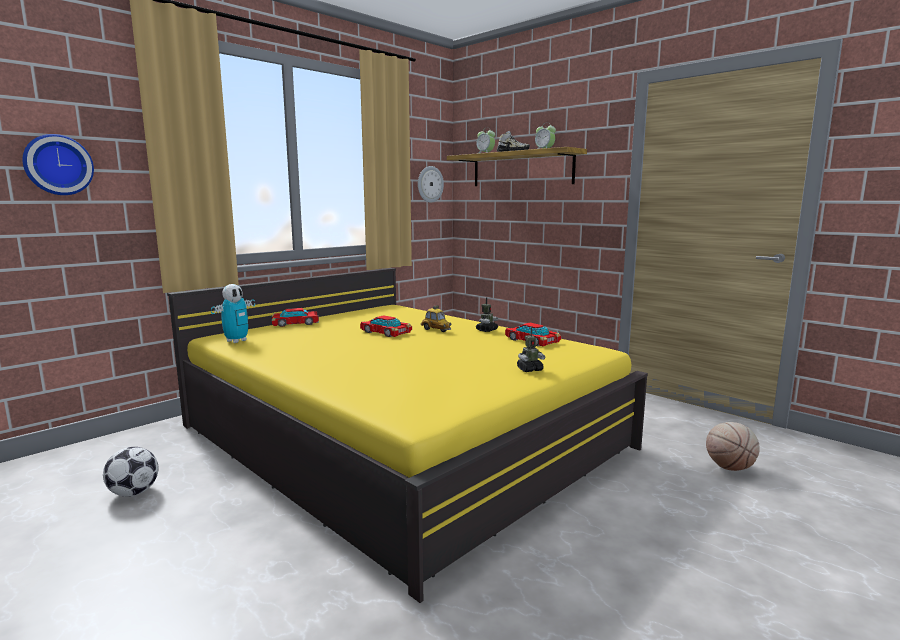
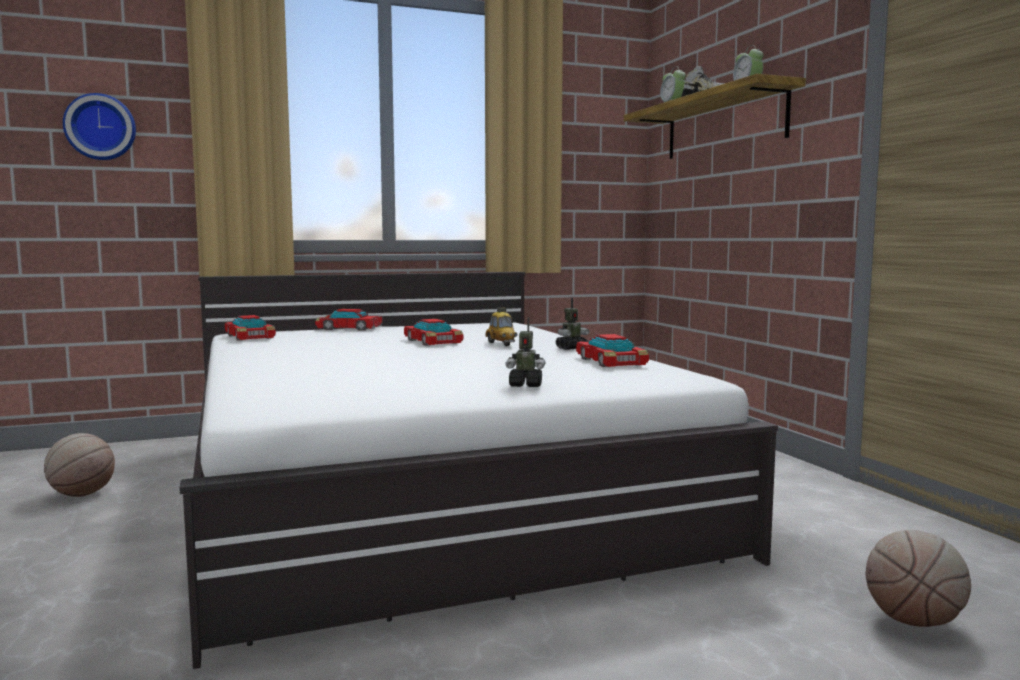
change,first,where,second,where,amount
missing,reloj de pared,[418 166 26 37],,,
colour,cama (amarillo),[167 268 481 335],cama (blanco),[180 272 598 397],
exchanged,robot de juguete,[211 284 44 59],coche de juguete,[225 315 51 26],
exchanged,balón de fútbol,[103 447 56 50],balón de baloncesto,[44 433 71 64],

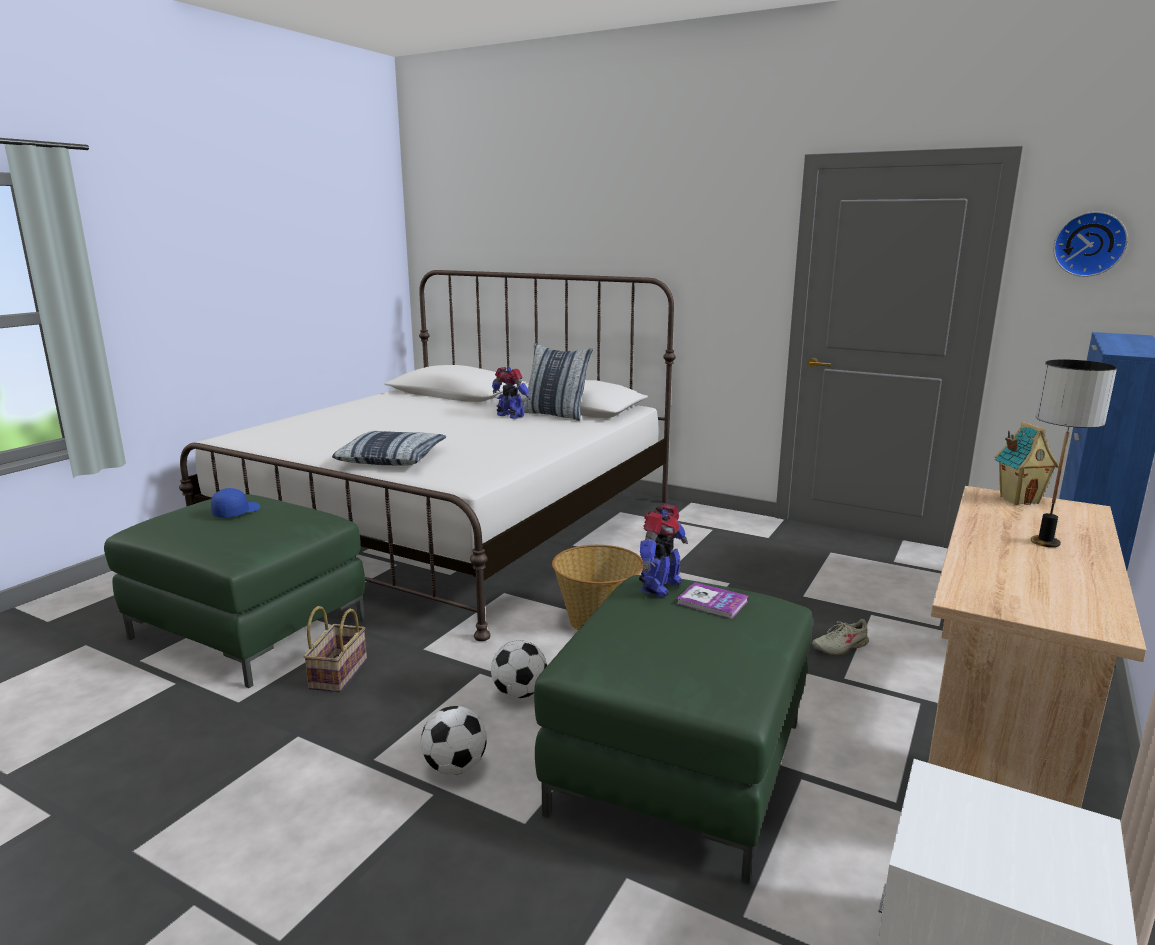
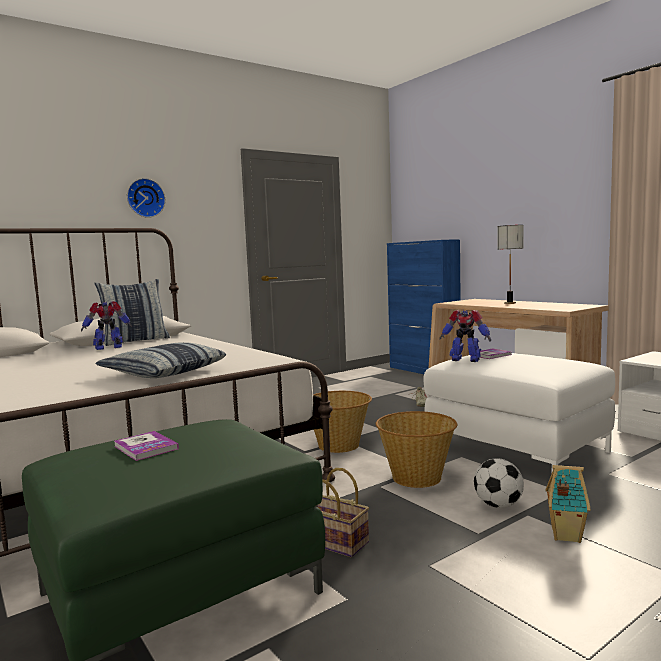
change,first,where,second,where,amount
relocated,reloj de pared,[1053 212 75 65],,[127 178 39 40],
relocated,casita,[994 421 65 84],,[546 465 44 78],
exchanged,gorra (azul),[211 488 49 30],libro,[114 431 65 30],
spun,robot de juguete,[639 504 49 93],,[439 310 52 52],150 degrees clockwise
colour,puf (verde),[534 575 279 309],puf (blanco),[423 353 192 118],
exchanged,balón de fútbol,[491 640 56 58],cesta,[376 411 81 77],

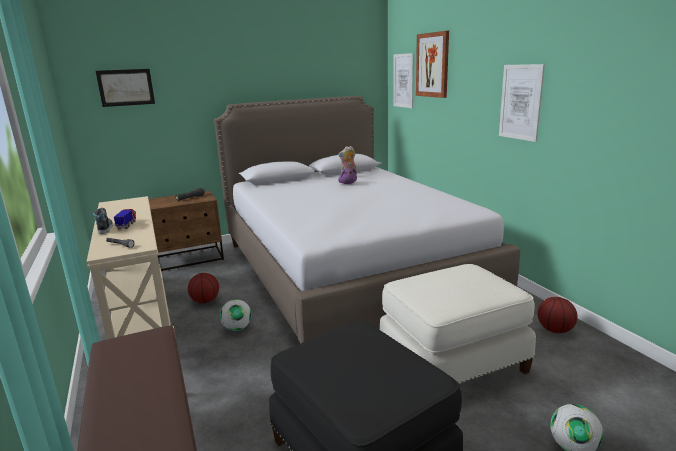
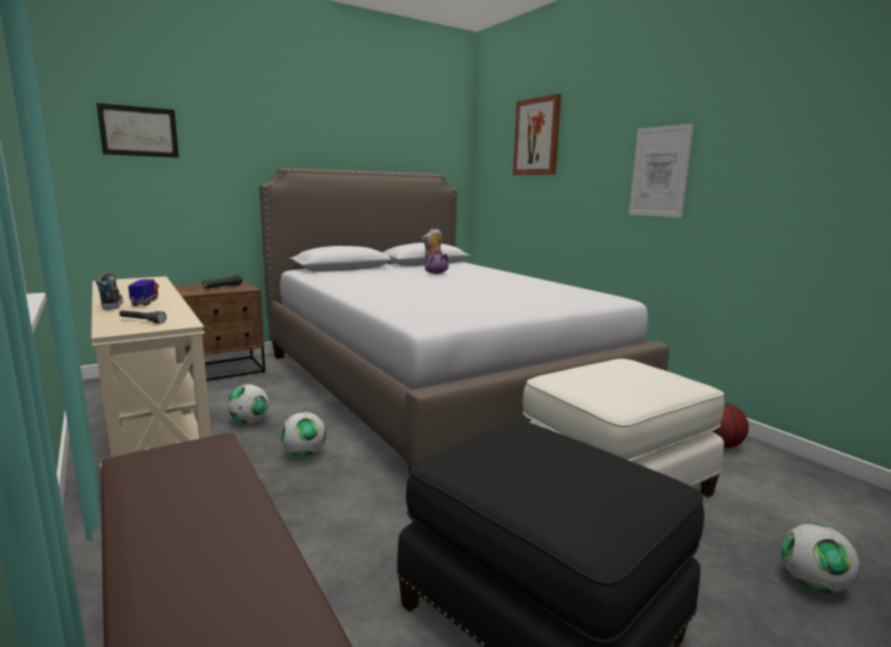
change,first,where,second,where,amount
missing,cuadro,[393 53 21 55],,,
exchanged,balón de baloncesto,[188 273 31 30],balón de fútbol,[228 384 41 39],

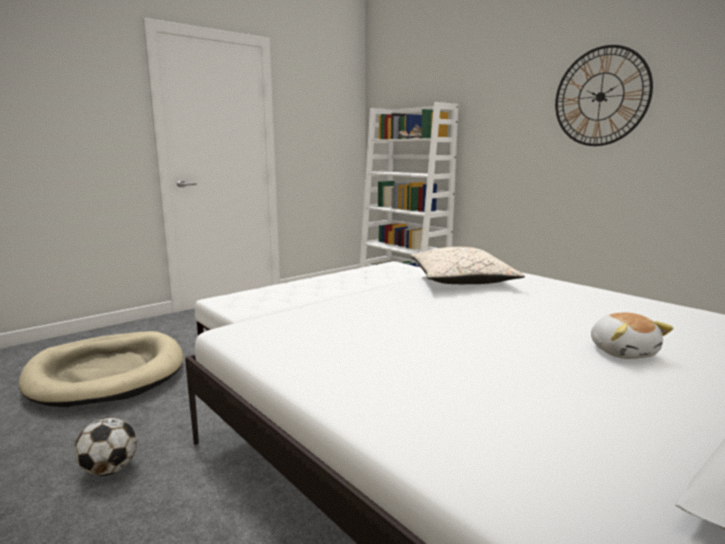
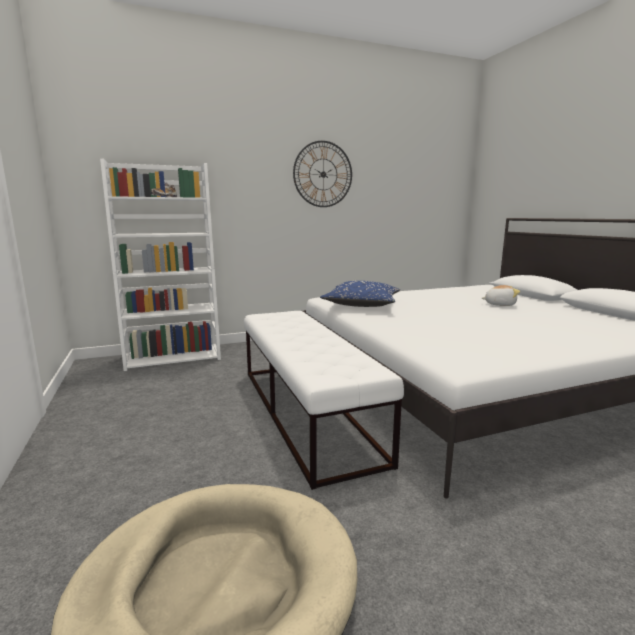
change,first,where,second,where,amount
colour,cojín (beis),[411 247 114 37],cojín (azul),[320 281 80 26],
missing,balón de fútbol,[75 417 62 59],,,

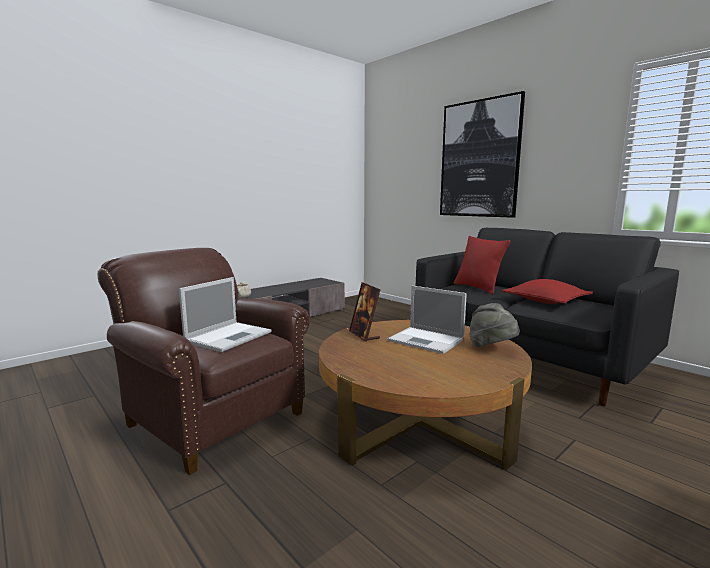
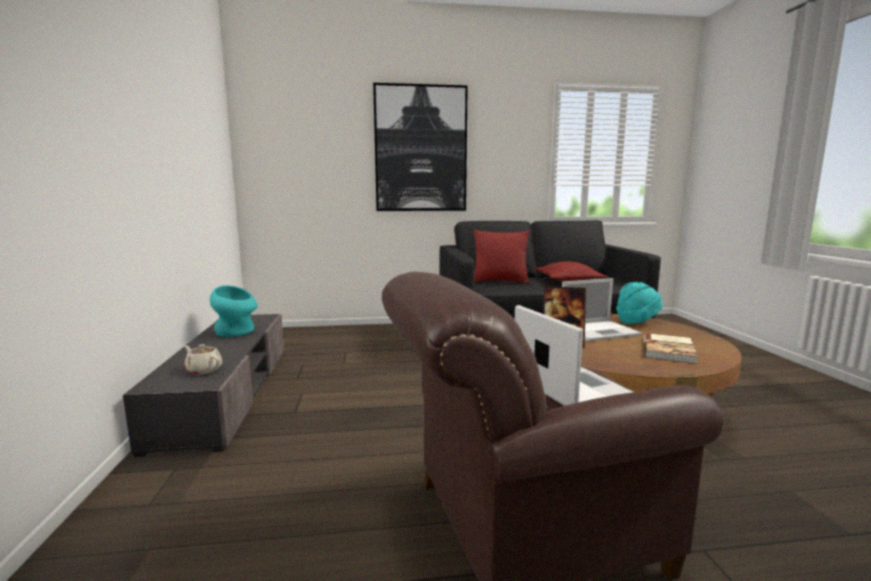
change,first,where,second,where,amount
colour,sombrero (gris),[469 303 51 44],sombrero (turquesa),[616 282 46 42],
appeared,,,florero (turquesa),[210 285 48 52],
appeared,,,libro,[643 333 55 30],

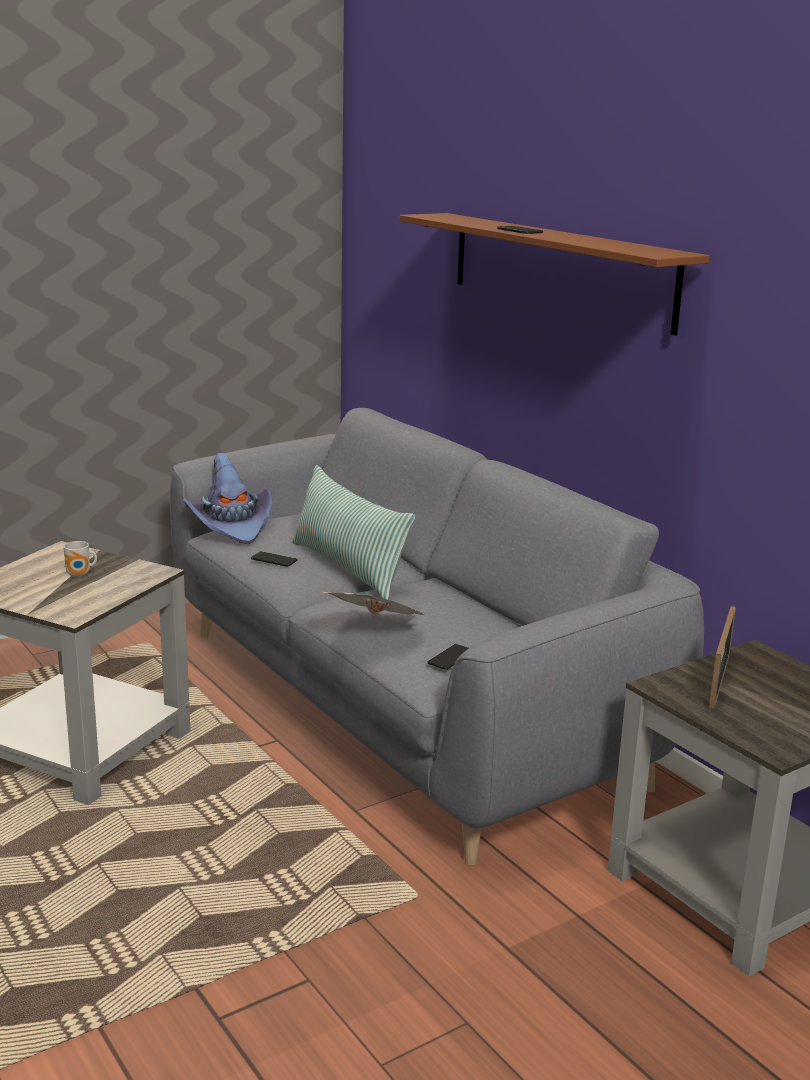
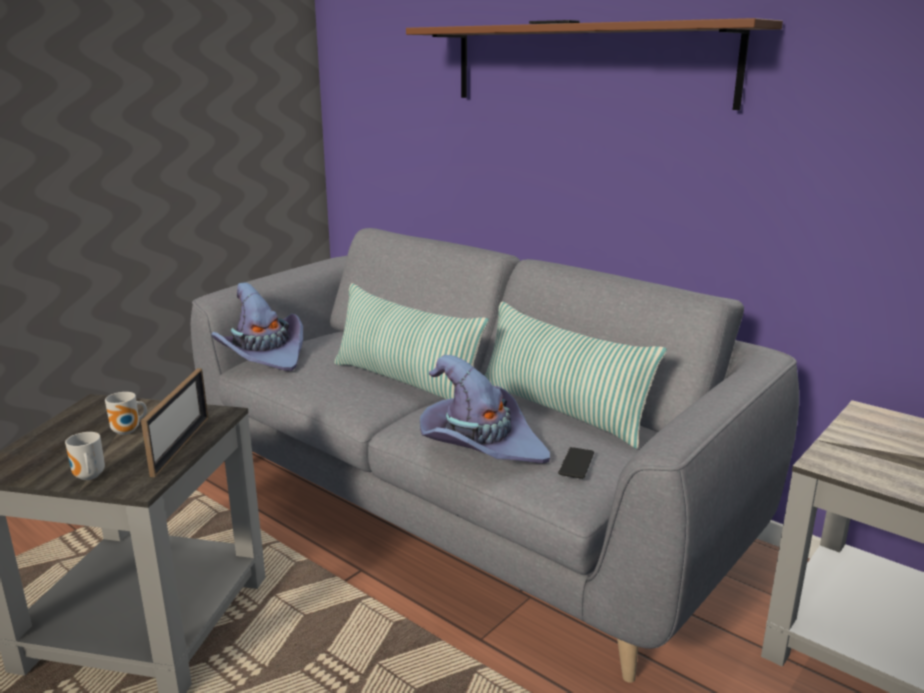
change,first,where,second,where,amount
missing,móvil,[251 551 47 16],,,
exchanged,periódico,[322 592 101 23],sombrero (morado),[420 355 130 109],
relocated,portarretratos,[709 606 27 102],,[141 368 67 109],
appeared,,,cojín,[485 302 182 147],
appeared,,,taza grande,[65 432 40 48],

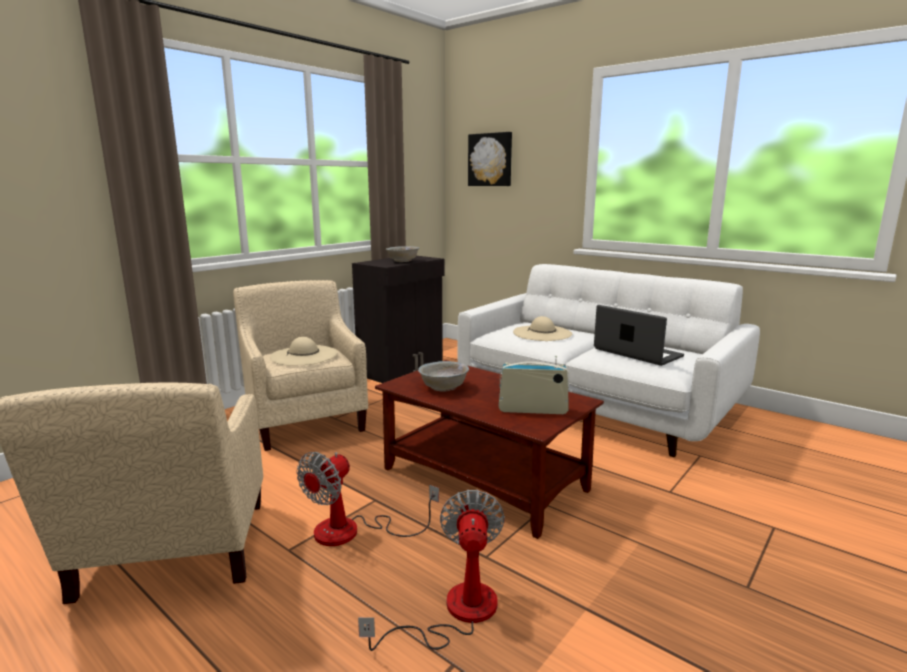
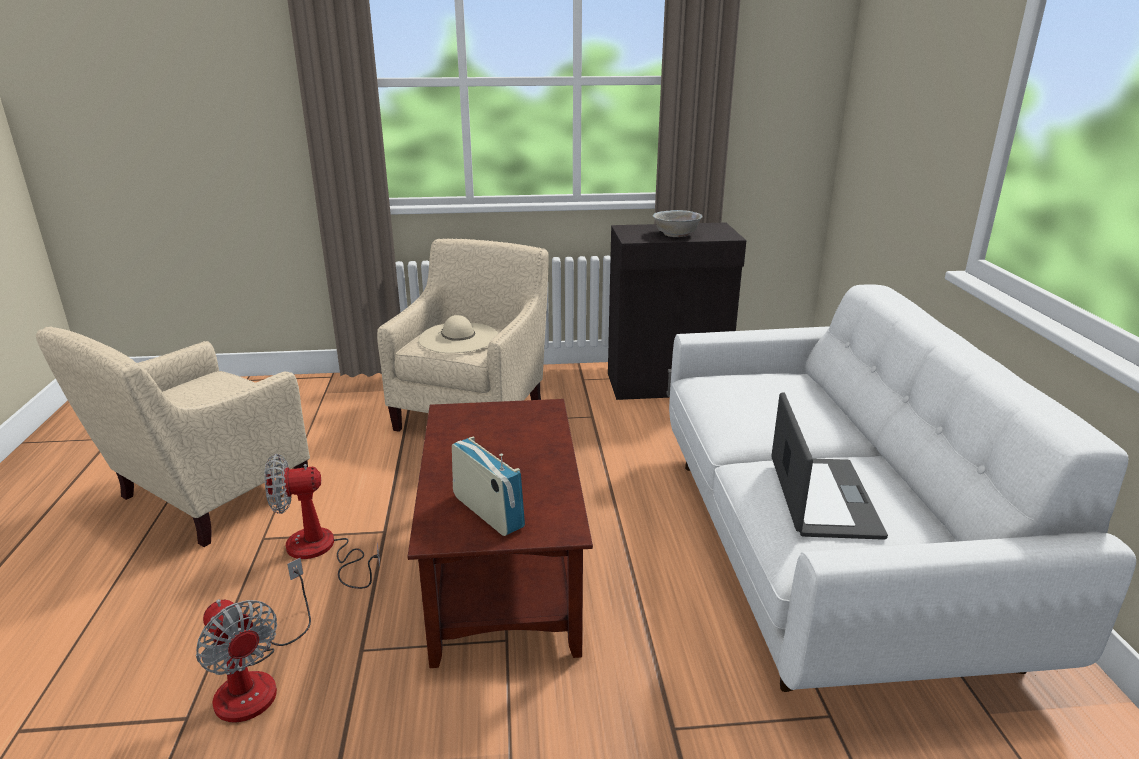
change,first,where,second,where,amount
missing,cuadro,[468 132 44 54],,,
missing,sombrero (beis),[513 316 59 25],,,
missing,cuenco (blanco),[418 361 51 31],,,
spun,ventilador,[358 490 147 161],,[196 558 115 164],90 degrees clockwise

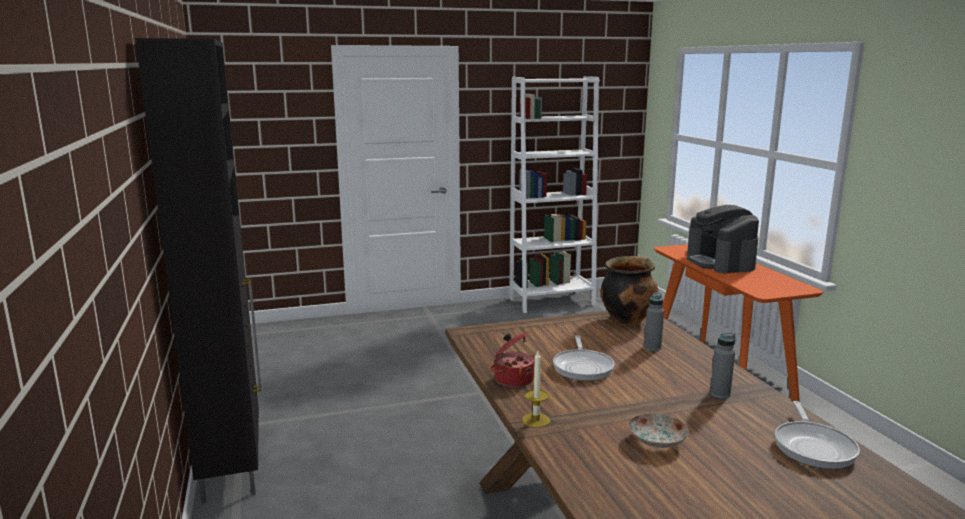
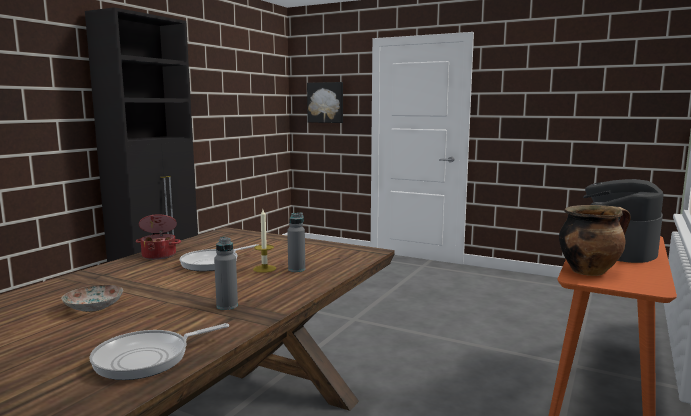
change,first,where,second,where,amount
missing,estantería (blanco),[509 76 91 237],,,
relocated,olla,[601 255 57 70],,[559 205 72 71],
relocated,vela,[522 351 28 77],,[253 209 23 64],
appeared,,,cuadro,[307 82 36 41],

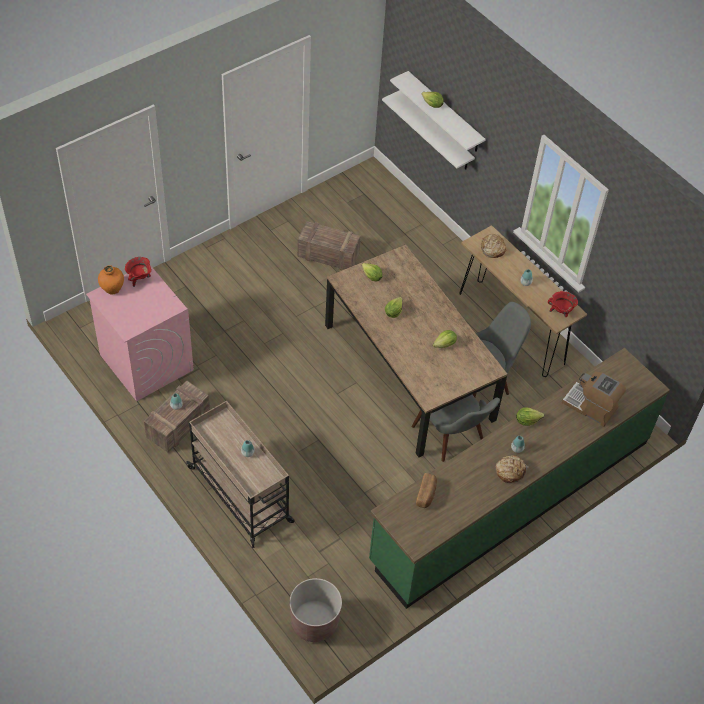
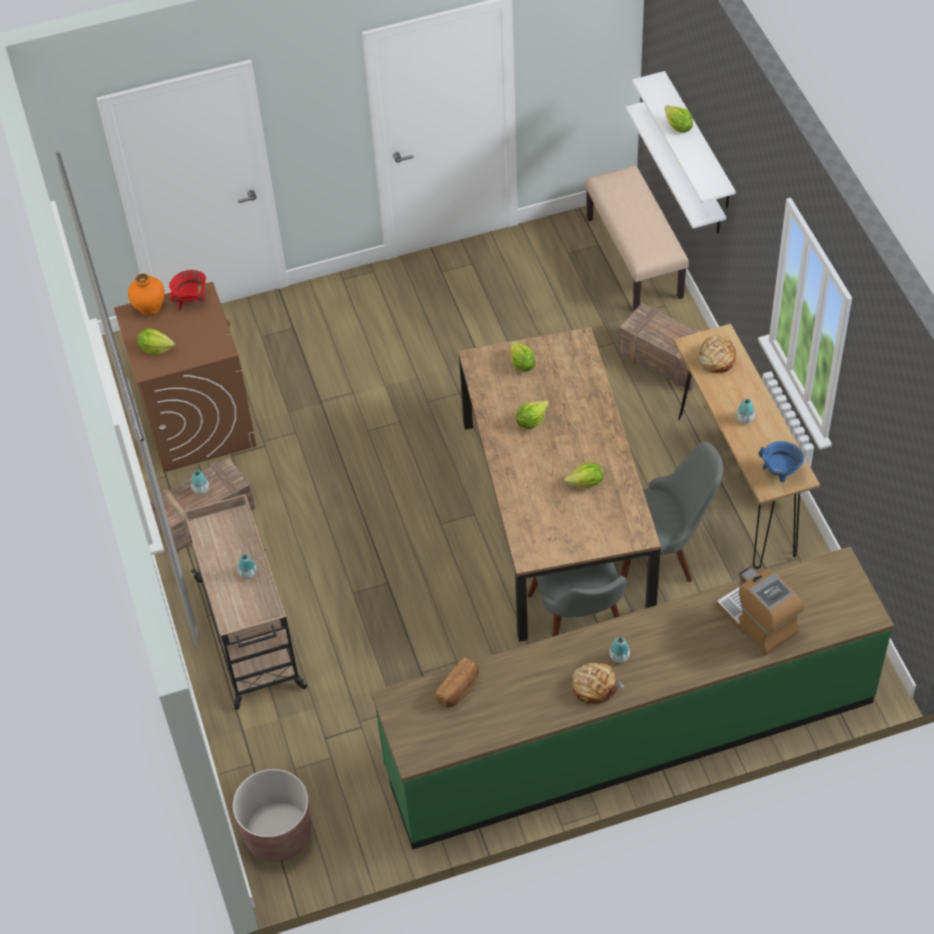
change,first,where,second,where,amount
relocated,caja de embalaje,[298 221 63 49],,[619 303 83 88],
colour,lavadora (rosa),[86 265 108 136],lavadora (marrón),[114 282 143 190],
colour,olla (rojo),[548 291 30 26],olla (azul),[759 441 45 41],
relocated,lechuga,[516 407 28 19],,[137 328 38 27],
appeared,,,banco (beis),[585 165 104 146],

